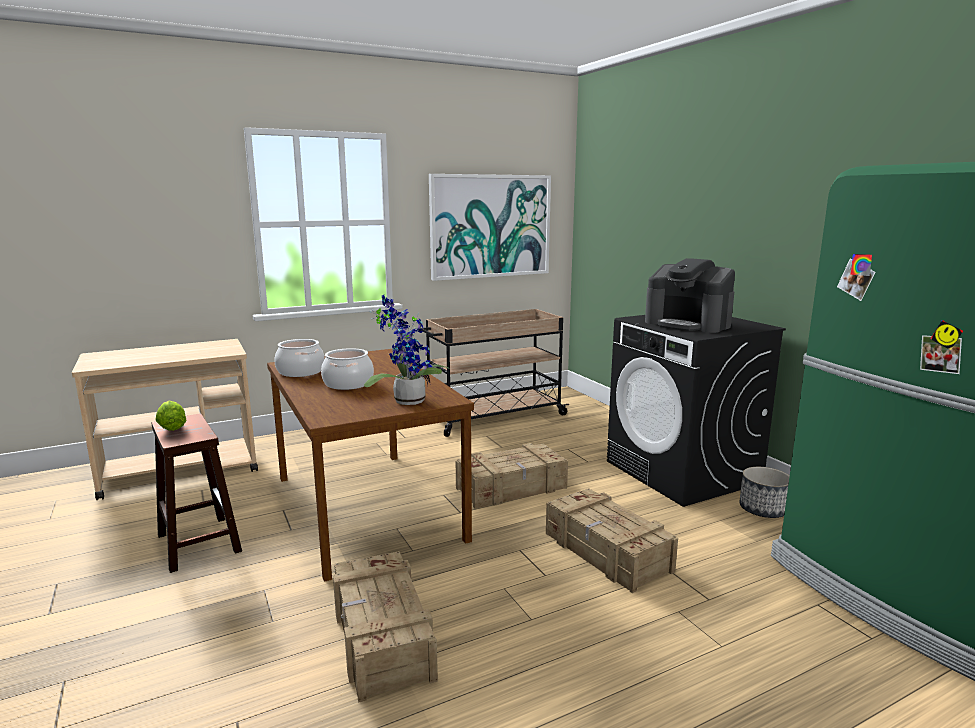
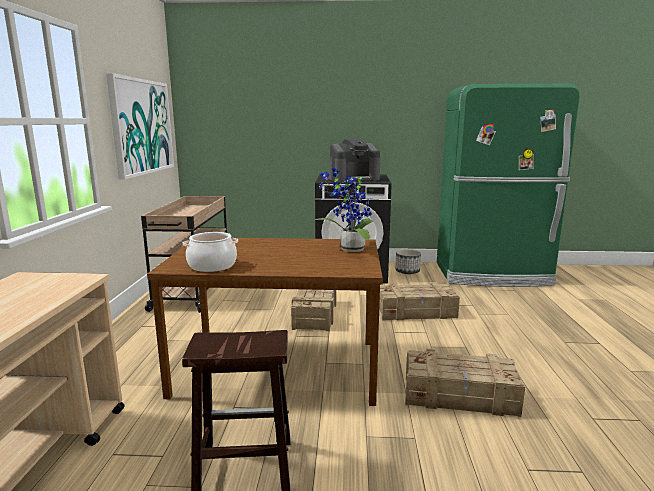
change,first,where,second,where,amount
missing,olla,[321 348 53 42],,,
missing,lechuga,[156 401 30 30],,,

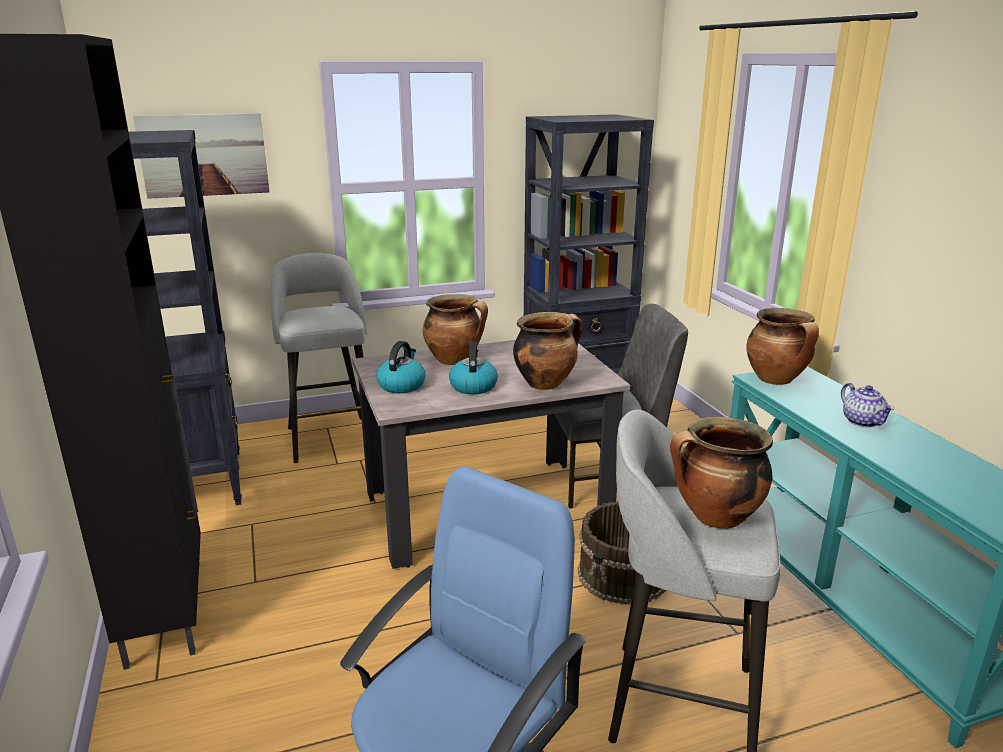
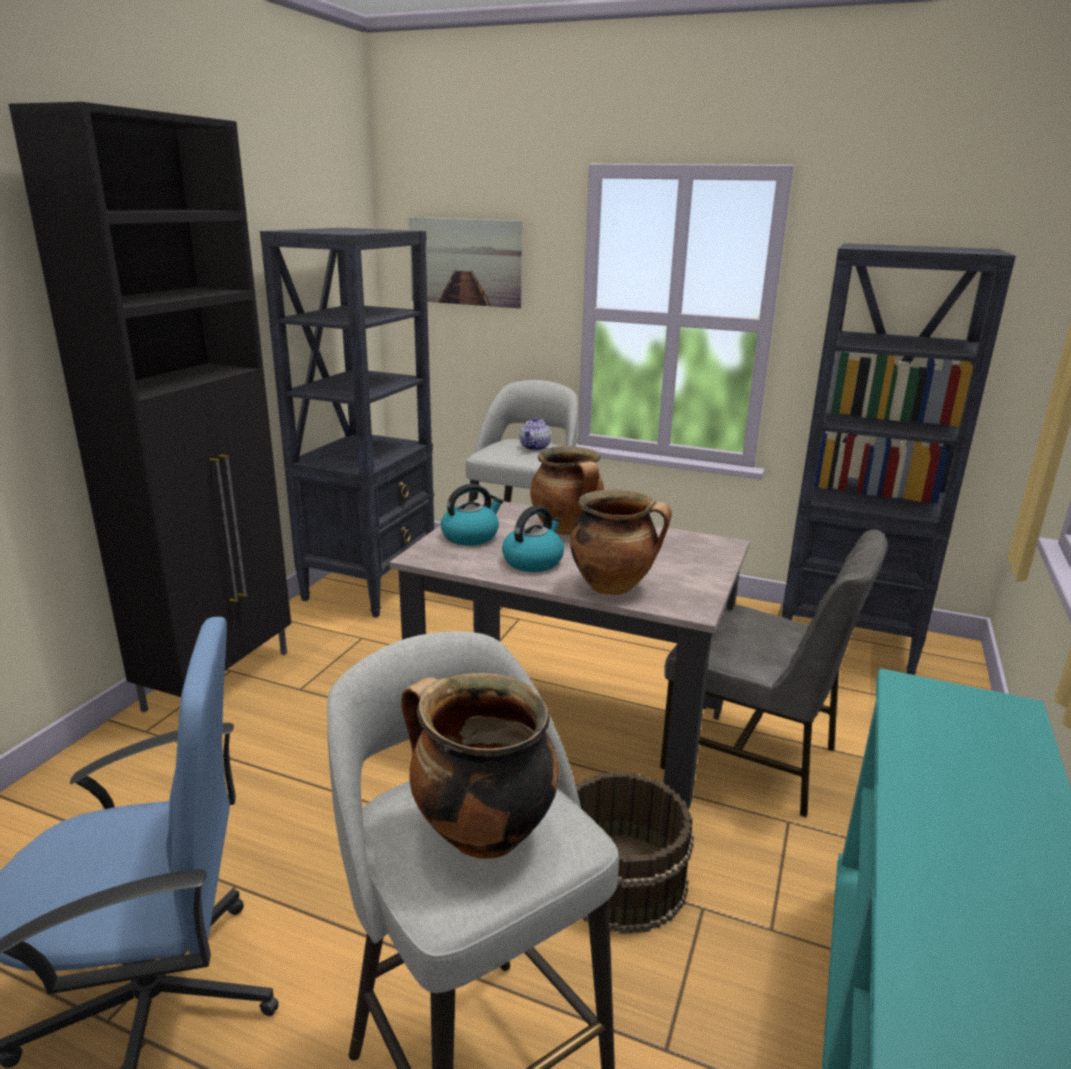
change,first,where,second,where,amount
missing,olla,[746 308 73 77],,,
relocated,tetera,[841 383 53 44],,[520 417 31 34],

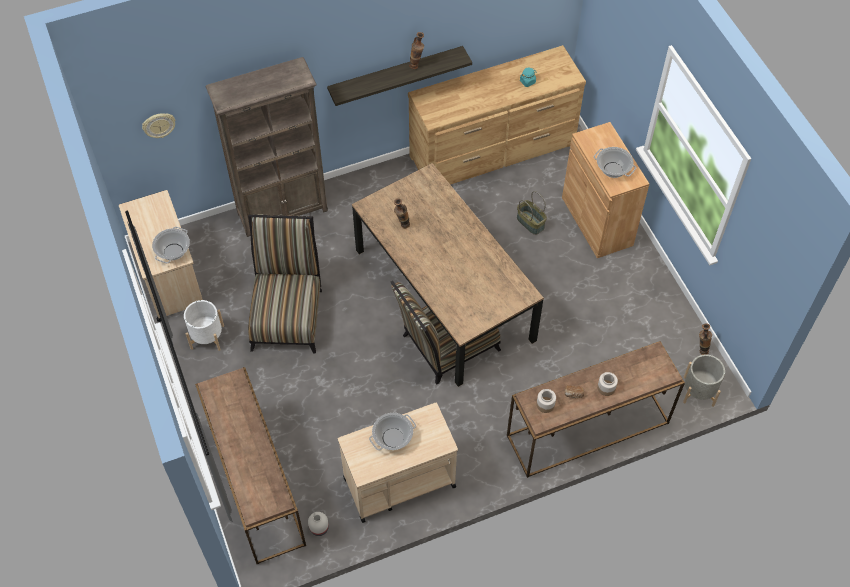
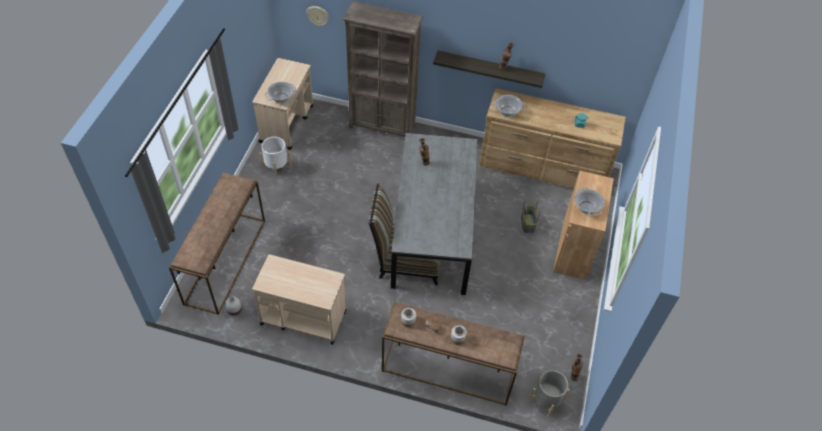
change,first,where,second,where,amount
colour,mesa de comedor (marrón),[352 163 192 224],mesa de comedor (gris),[391 133 86 162],
missing,silla,[248 214 74 139],,,
relocated,olla,[369 413 47 37],,[493 95 32 22],

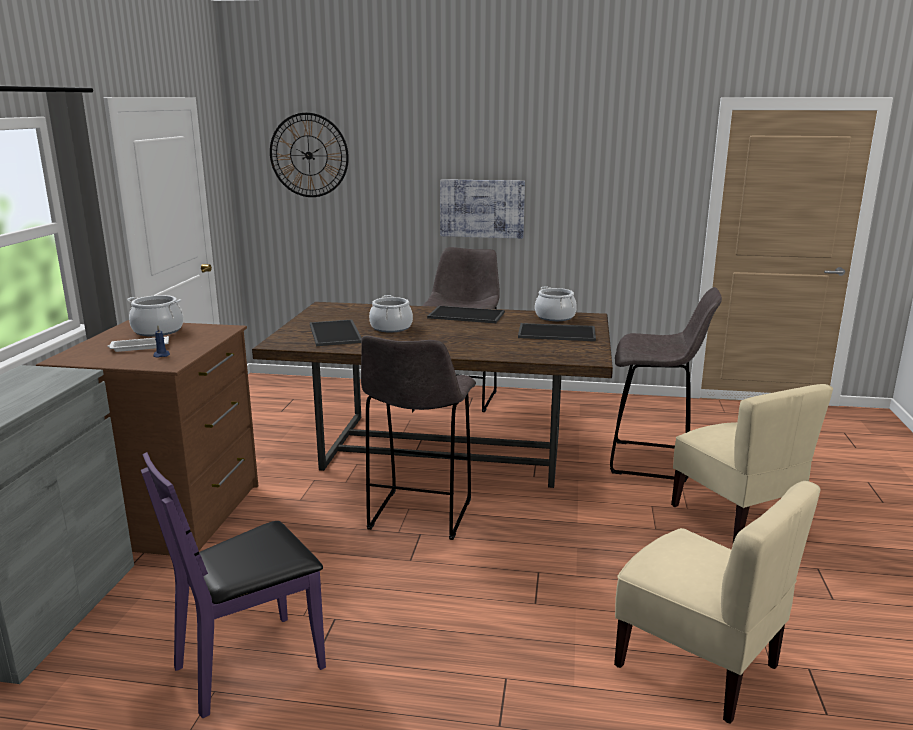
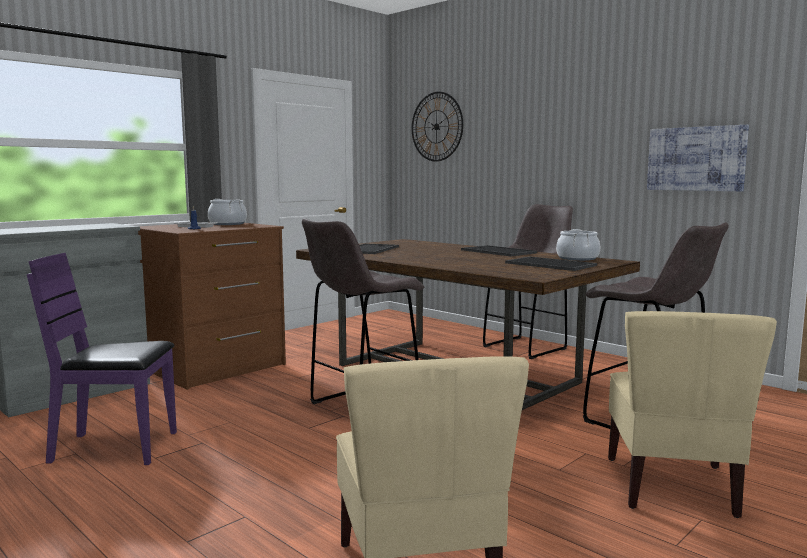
change,first,where,second,where,amount
relocated,cuadro,[440 179 85 60],,[647 125 102 66],
missing,olla,[369 295 44 37],,,

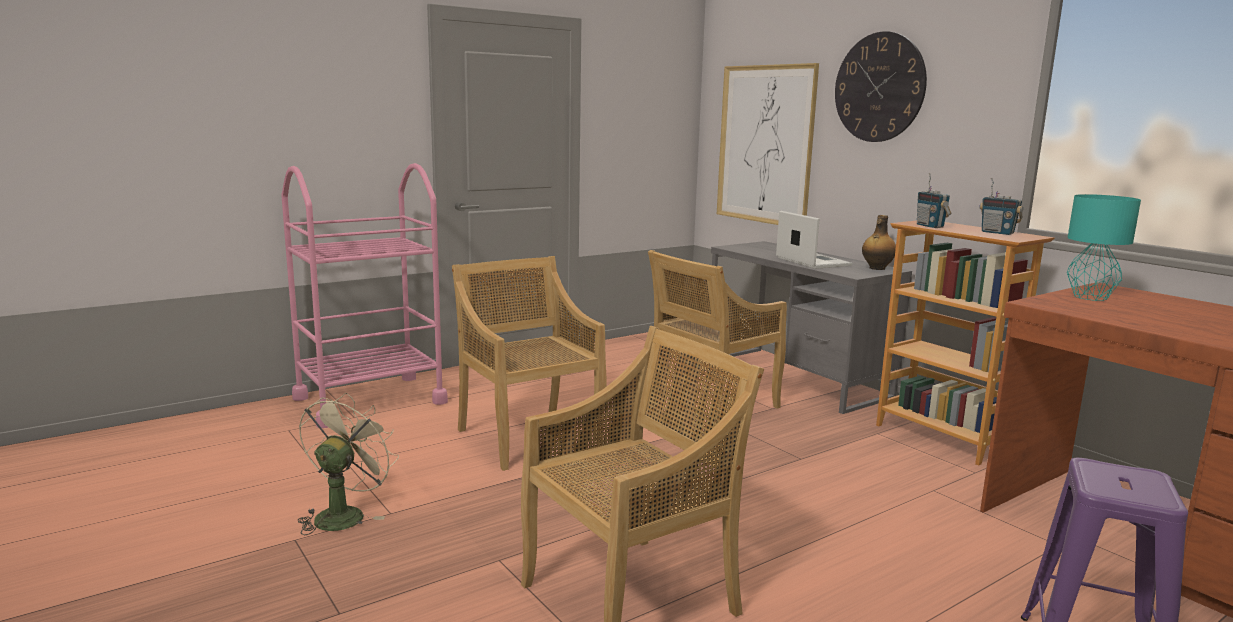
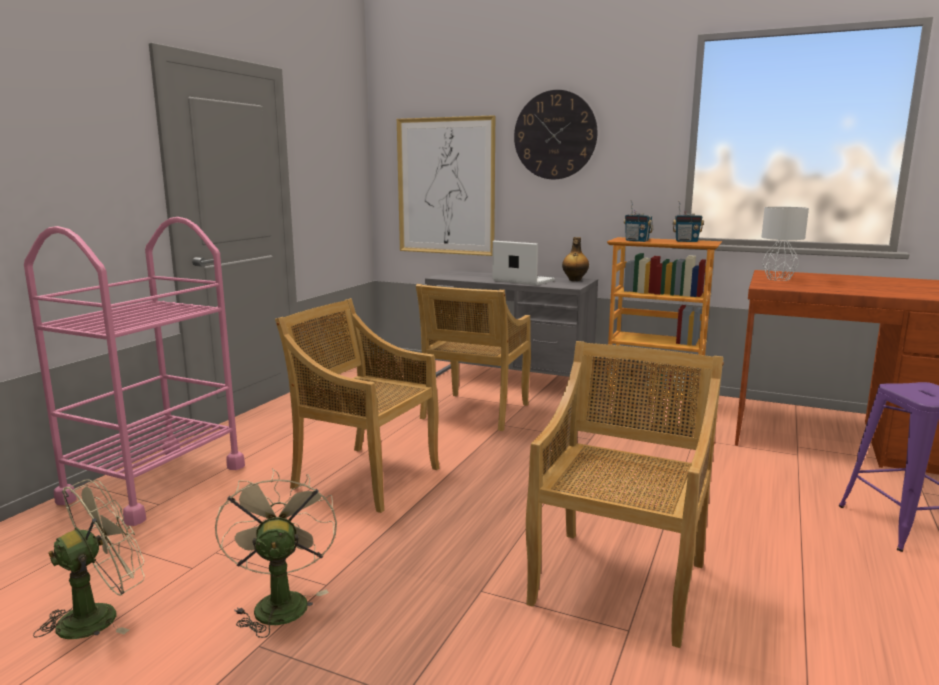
change,first,where,second,where,amount
colour,lámpara de mesa (turquesa),[1067 194 74 107],lámpara de mesa (gris),[761 207 48 74],
appeared,,,ventilador (beis),[33 479 112 160],

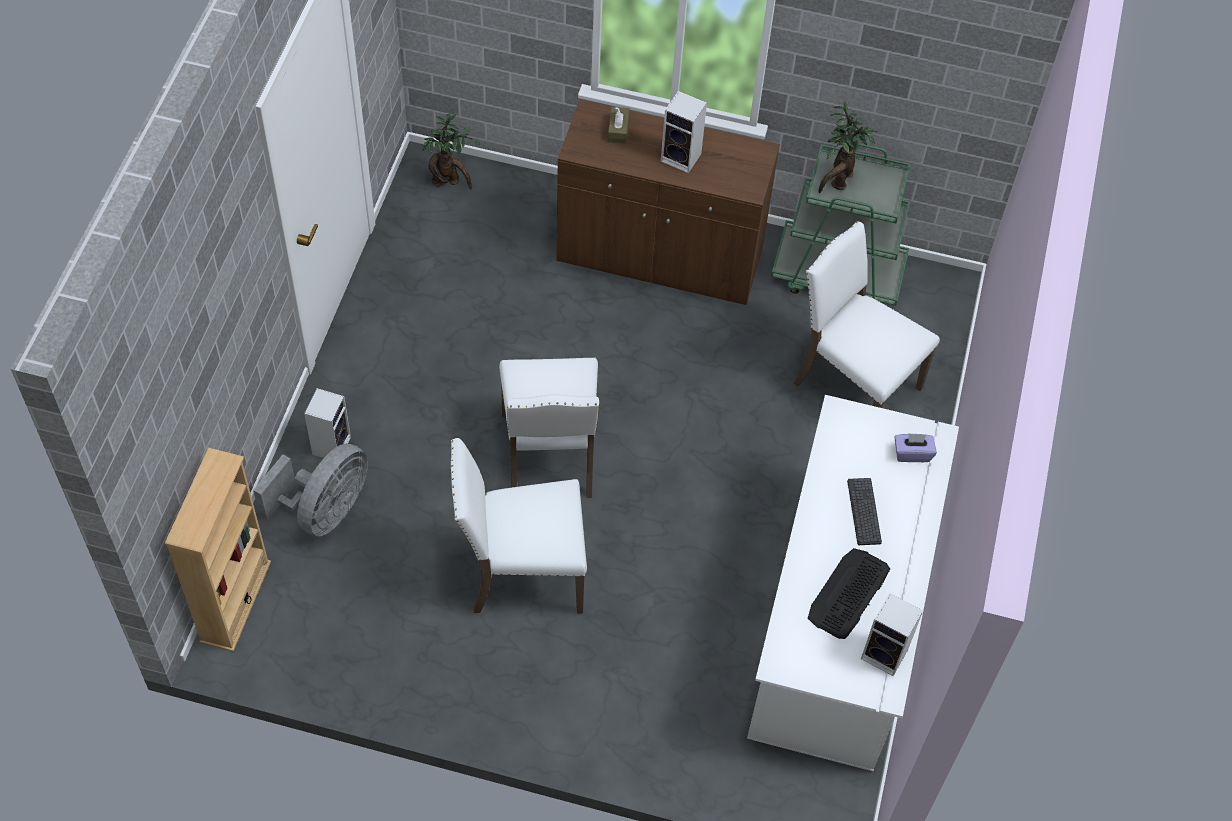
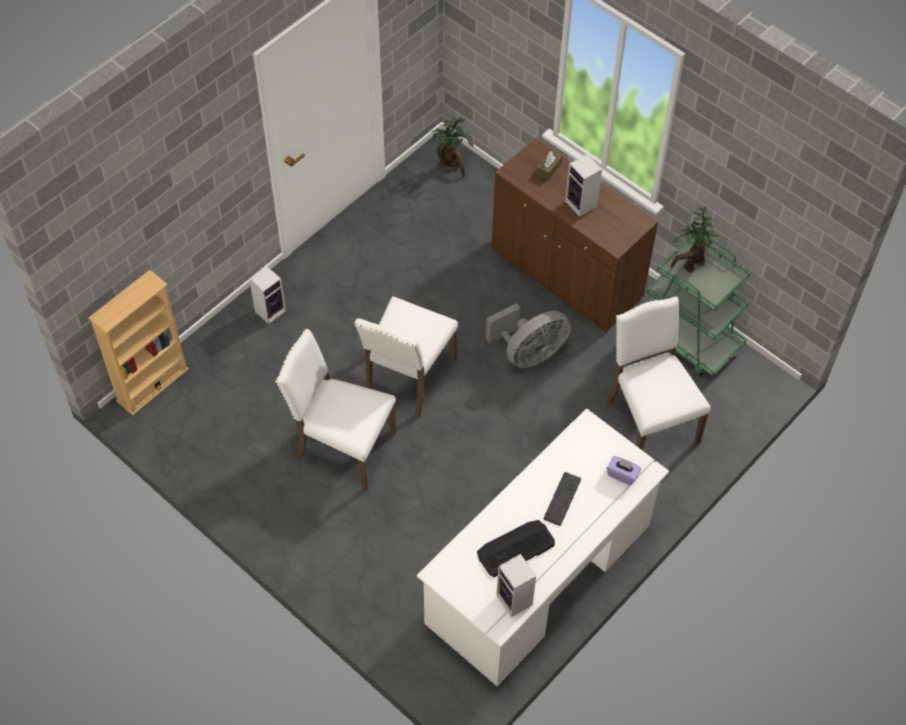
change,first,where,second,where,amount
relocated,ventilador (gris),[253 444 115 92],,[486 303 85 65],

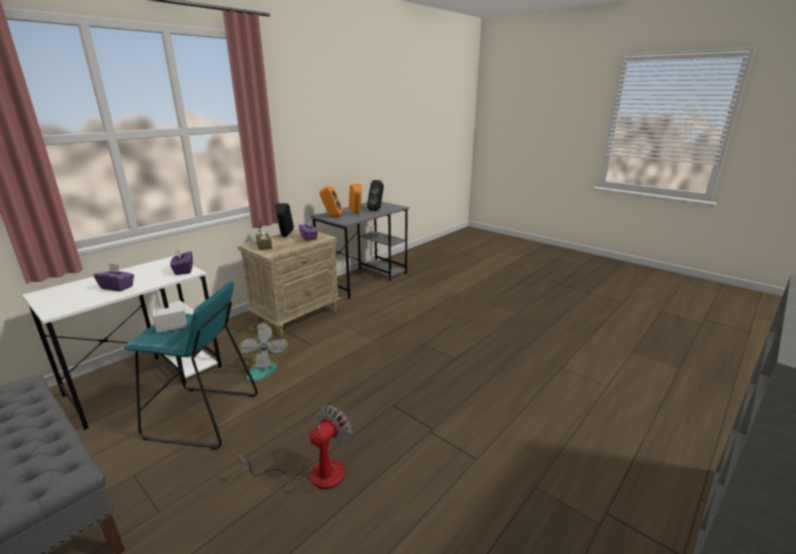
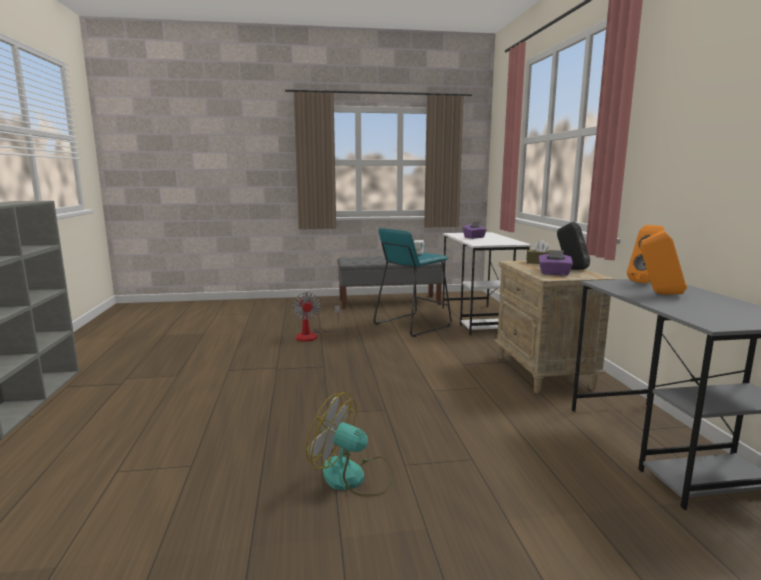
change,first,where,second,where,amount
missing,altavoz (negro),[367 180 17 31],,,
missing,caja de pañuelos (morado),[170 248 23 27],,,
relocated,ventilador,[234 322 55 60],,[306 392 88 104],

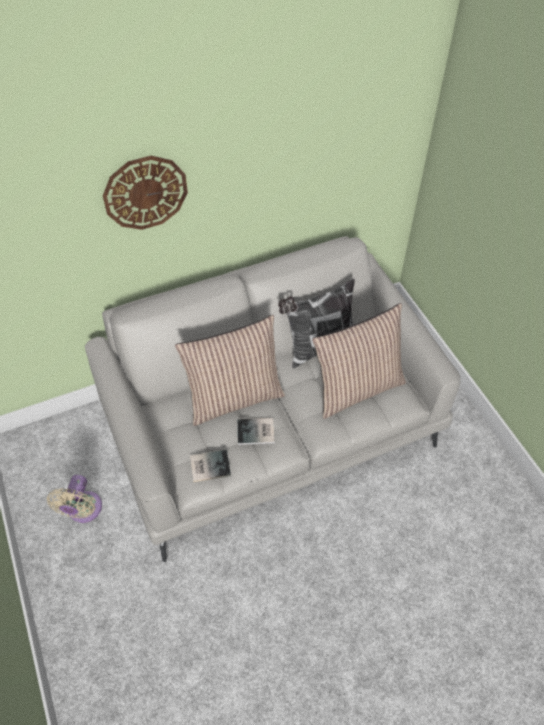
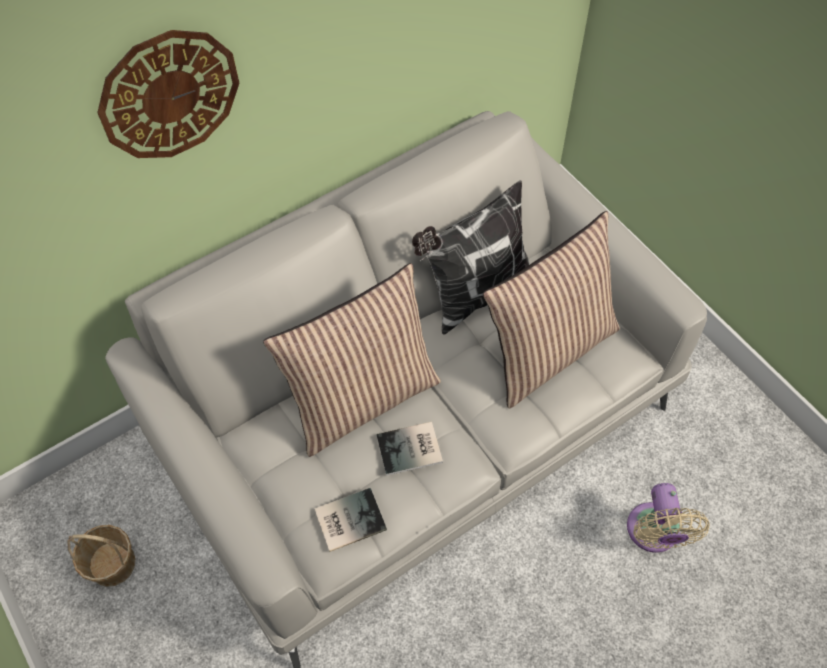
change,first,where,second,where,amount
relocated,ventilador (beis),[47 475 55 48],,[627 483 83 70],
appeared,,,cesta,[67 525 68 62],

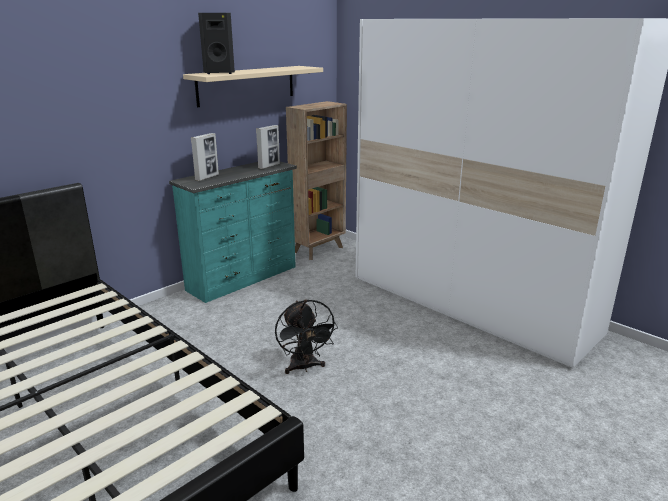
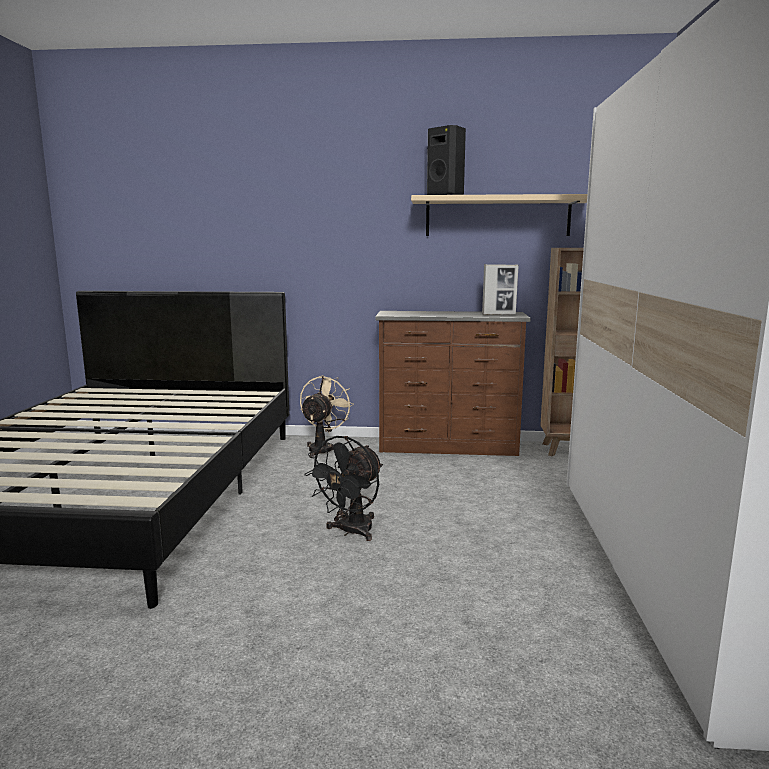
change,first,where,second,where,amount
missing,portarretratos,[191 133 28 48],,,
colour,cómoda (turquesa),[169 161 128 142],cómoda (marrón),[375 311 155 145],
appeared,,,ventilador (beis),[300 375 54 82],

